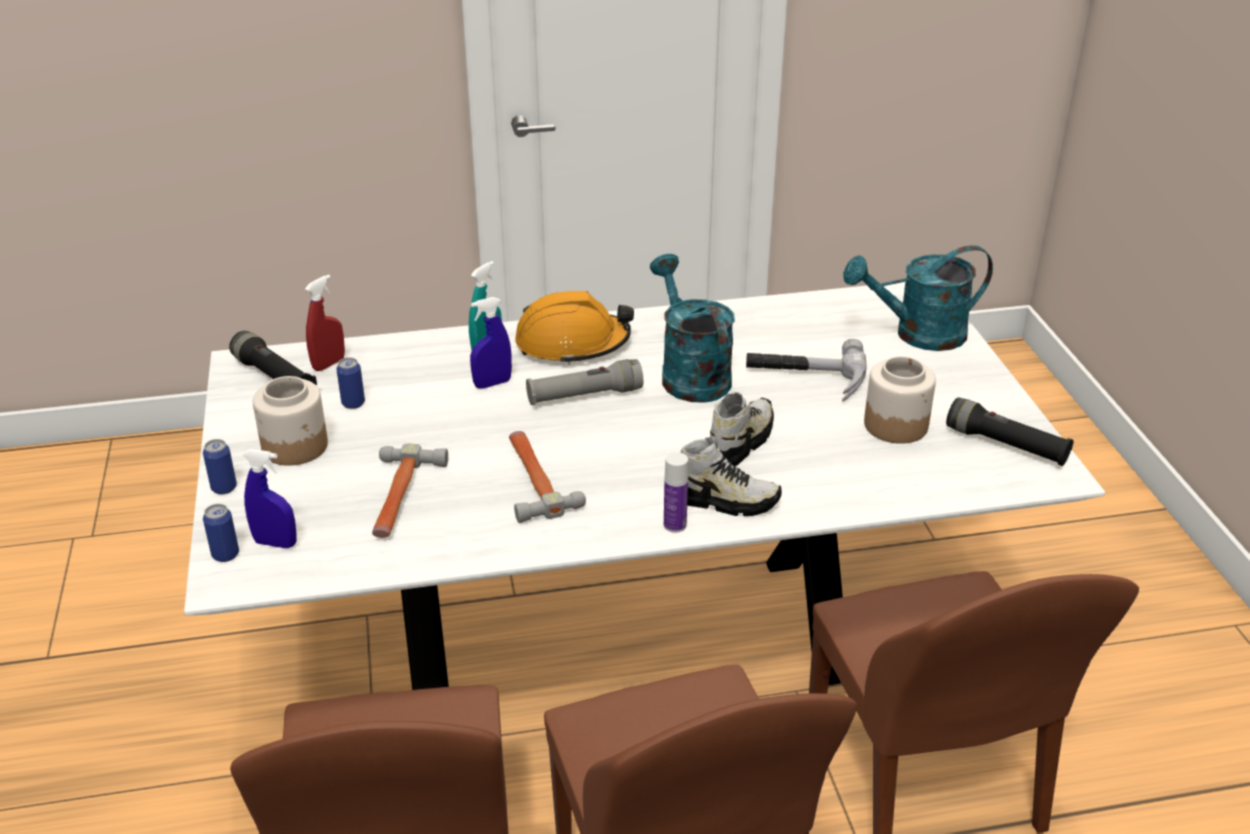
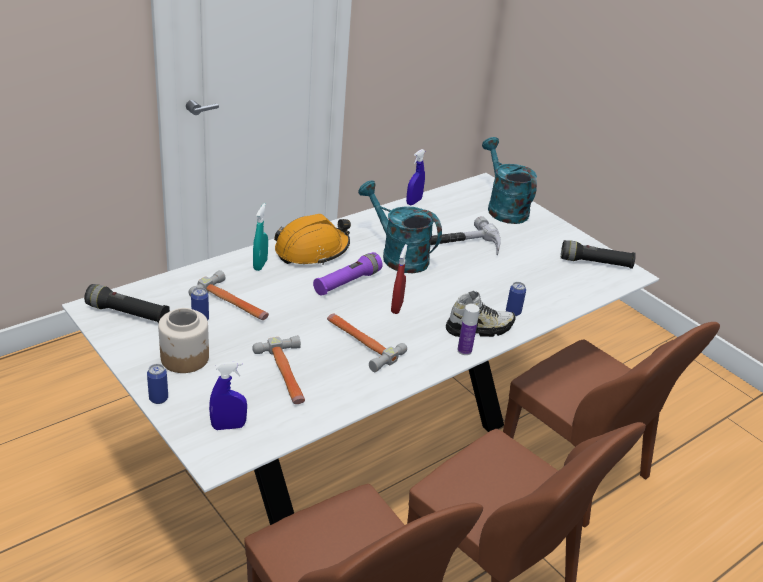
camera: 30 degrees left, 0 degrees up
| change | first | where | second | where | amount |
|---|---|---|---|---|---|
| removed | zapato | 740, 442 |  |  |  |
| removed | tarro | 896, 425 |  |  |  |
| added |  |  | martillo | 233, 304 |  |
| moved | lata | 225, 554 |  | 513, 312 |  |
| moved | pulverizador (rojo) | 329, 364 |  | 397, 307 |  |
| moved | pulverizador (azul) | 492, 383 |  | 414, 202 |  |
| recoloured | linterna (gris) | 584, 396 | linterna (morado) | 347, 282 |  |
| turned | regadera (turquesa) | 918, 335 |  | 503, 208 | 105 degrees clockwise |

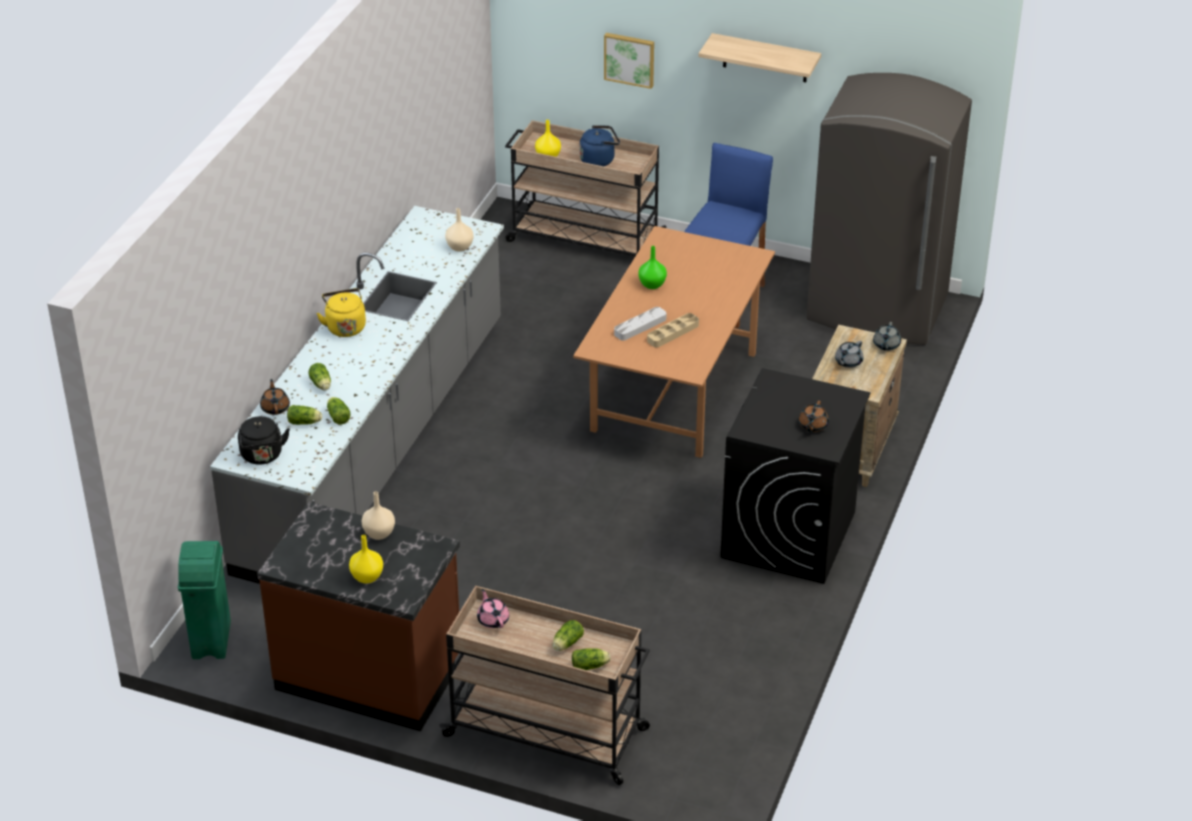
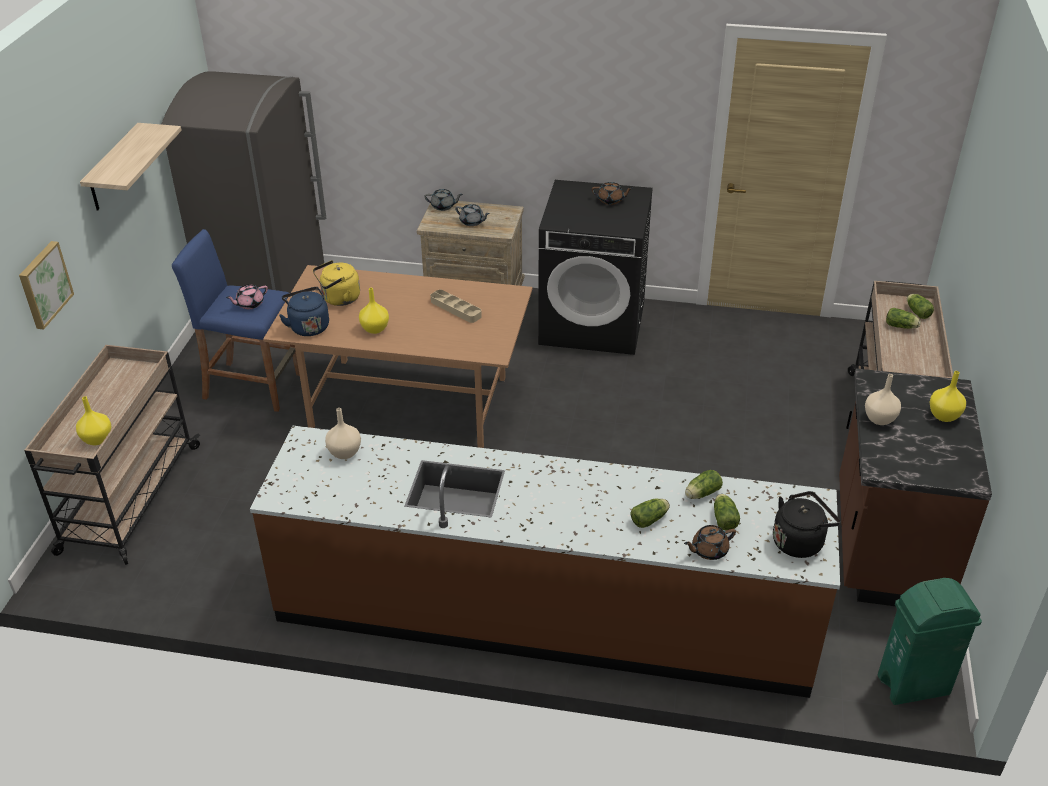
camera: 100 degrees left, 0 degrees up
| change | first | where | second | where | amount |
|---|---|---|---|---|---|
| removed | bandeja (gris) | 640, 326 |  |  |  |
| moved | hervidor (amarillo) | 345, 326 |  | 339, 299 |  |
| moved | tetera (rosa) | 493, 619 |  | 249, 304 |  |
| moved | hervidor (azul) | 599, 160 |  | 308, 326 |  |
| recoloured | mueble bajo de cocina (gris) | 375, 444 | mueble bajo de cocina (marrón) | 544, 612 |  |
| recoloured | florero (verde) | 651, 284 | florero (amarillo) | 374, 329 |  |

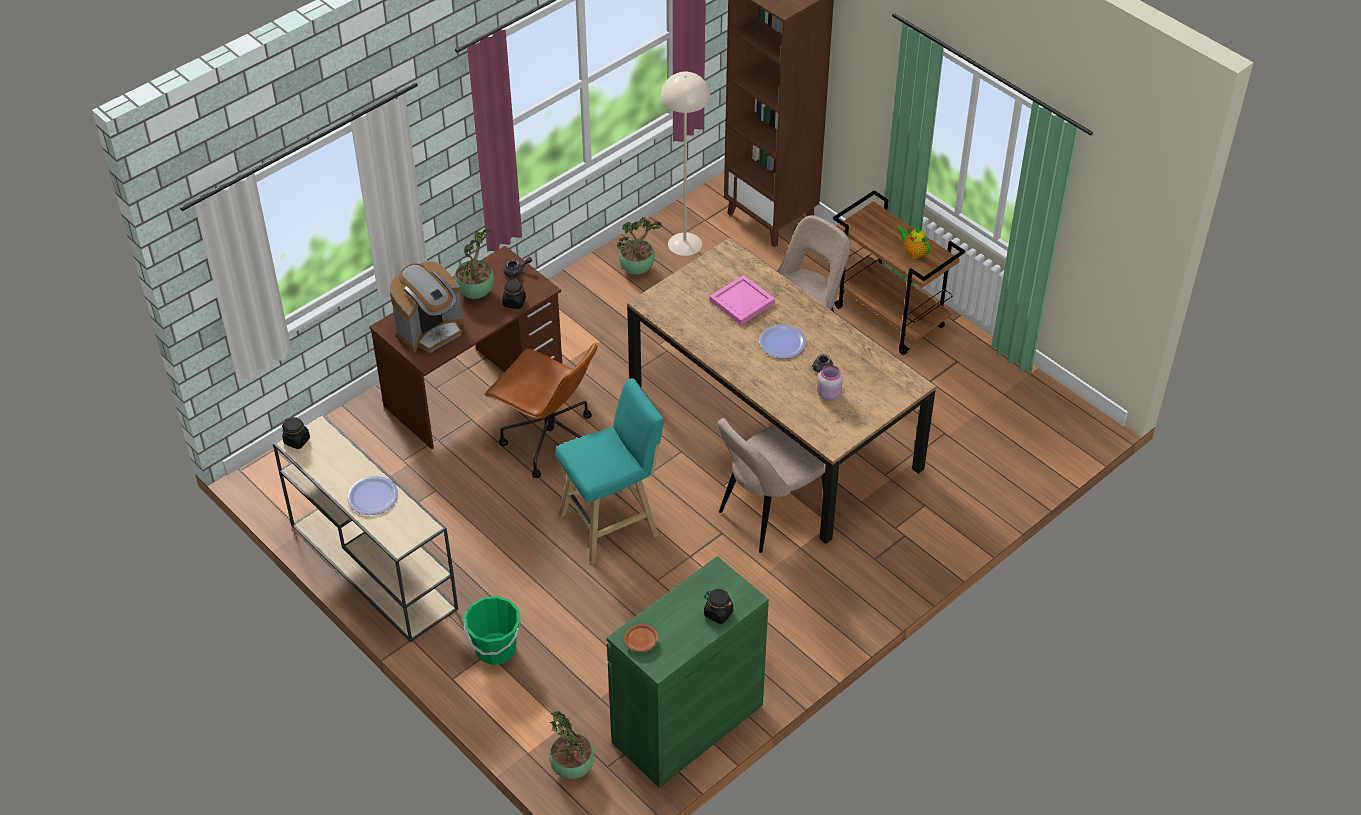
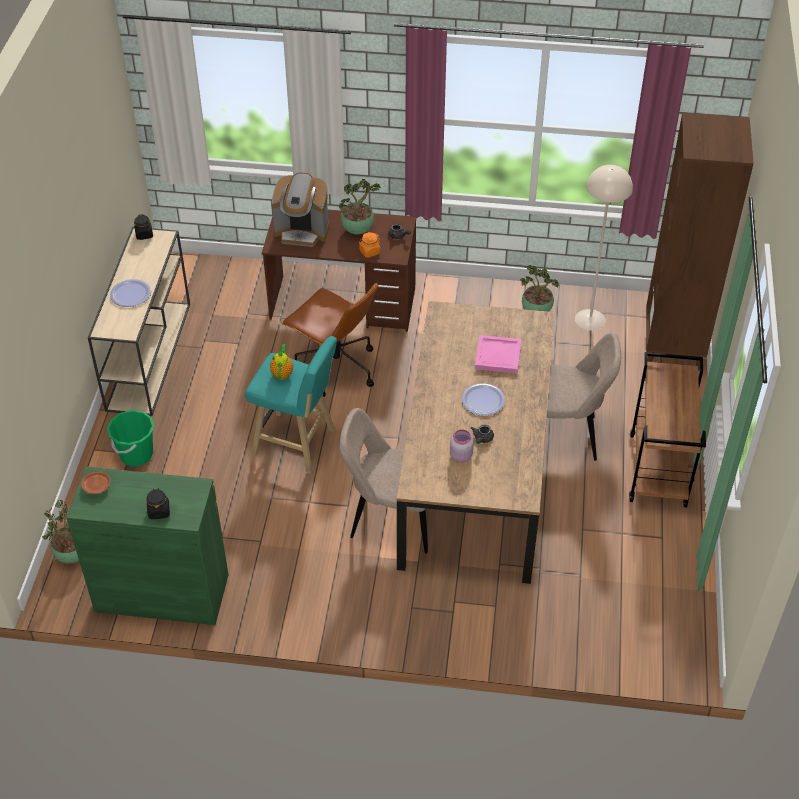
camera: 50 degrees right, 0 degrees up
| change | first | where | second | where | amount |
|---|---|---|---|---|---|
| moved | tetera | 913, 252 |  | 282, 373 |  |
| recoloured | tarro (negro) | 514, 302 | tarro (naranja) | 369, 252 |  |
| turned | silla de oficina (marrón) | 549, 441 |  | 335, 368 | 45 degrees counterclockwise |

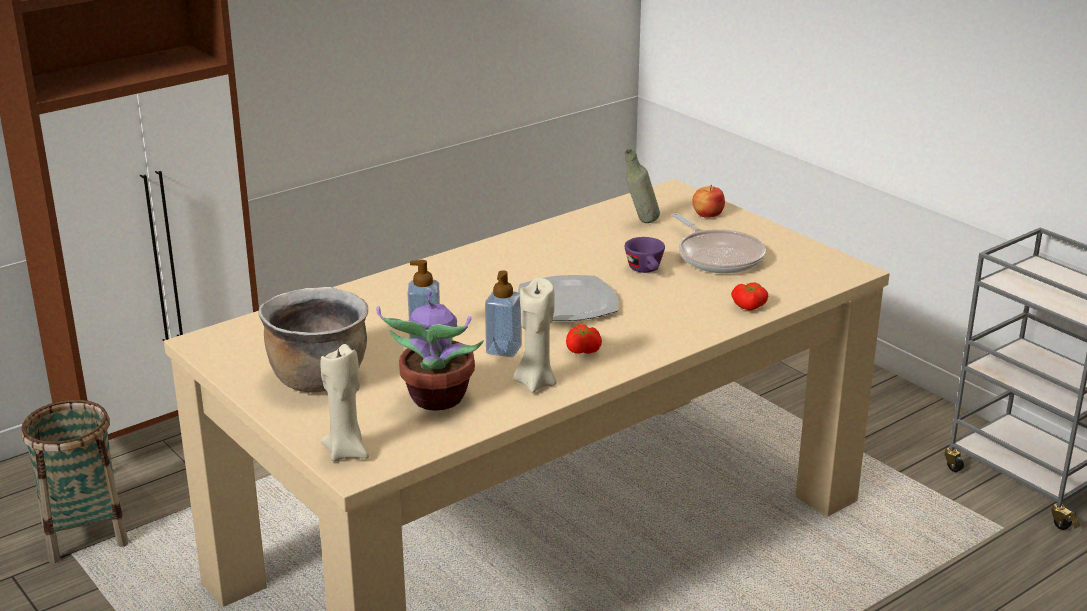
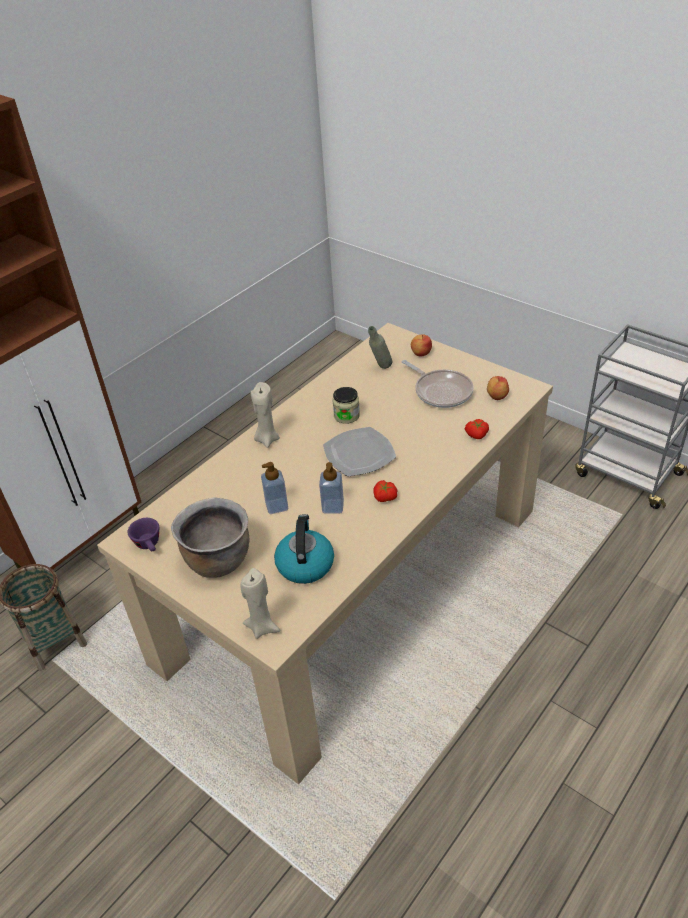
camera: 10 degrees left, 15 degrees up
| change | first | where | second | where | amount |
|---|---|---|---|---|---|
| added |  |  | tarro | 346, 415 |  |
| added |  |  | manzana | 496, 396 |  |
| moved | vela (beis) | 535, 383 |  | 267, 439 |  |
| moved | taza (morado) | 646, 270 |  | 149, 545 |  |
| replaced | planta en maceta | 436, 400 | hervidor | 305, 564 |  |

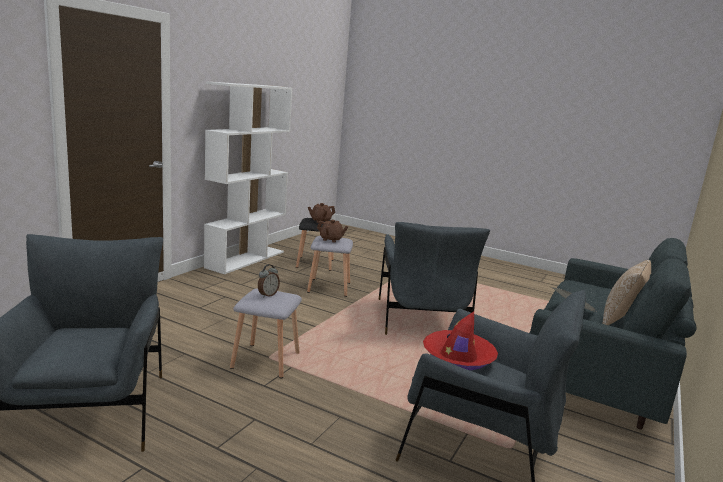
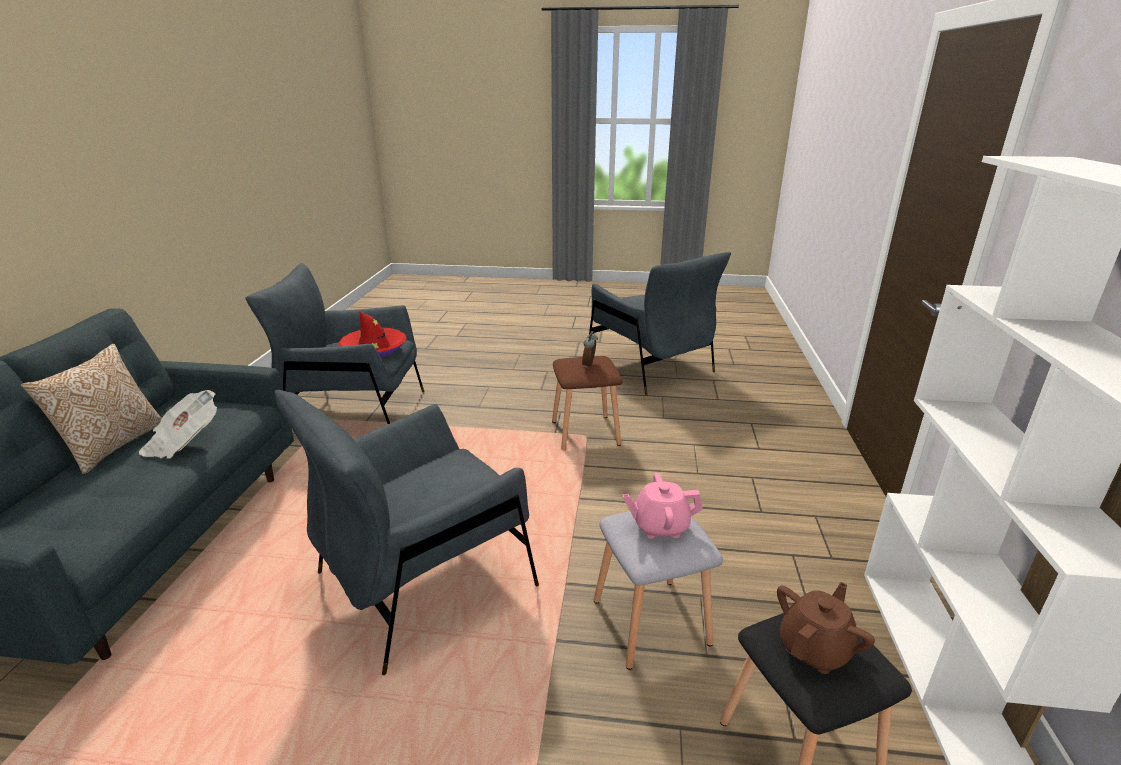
camera: 160 degrees right, 10 degrees up
| change | first | where | second | where | amount |
|---|---|---|---|---|---|
| recoloured | taburete (gris) | 265, 360 | taburete (marrón) | 586, 433 |  |
| recoloured | tetera (marrón) | 331, 239 | tetera (rosa) | 660, 526 |  |
| turned | sillón (gris) | 421, 319 |  | 424, 581 | 105 degrees counterclockwise |

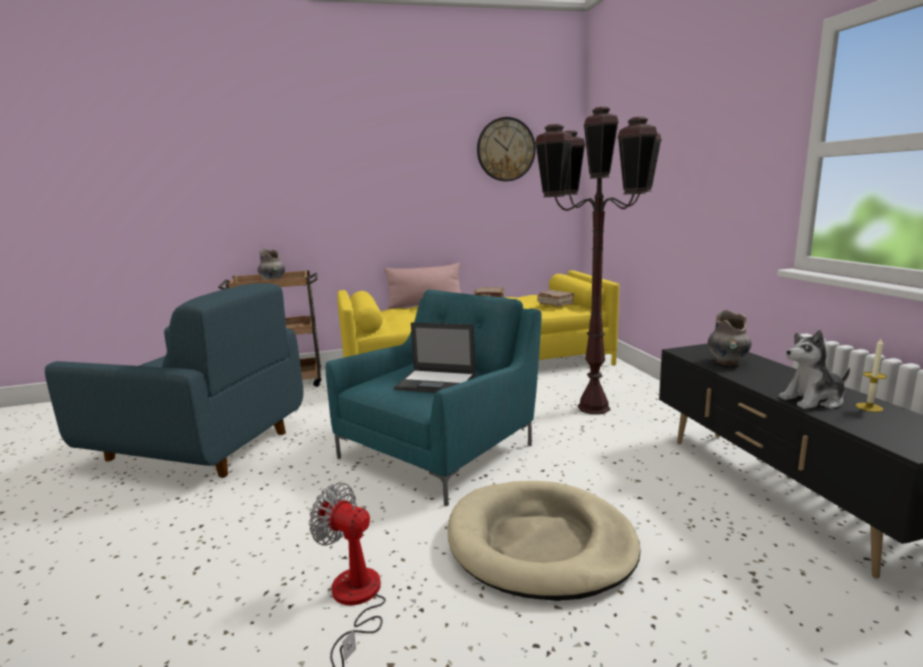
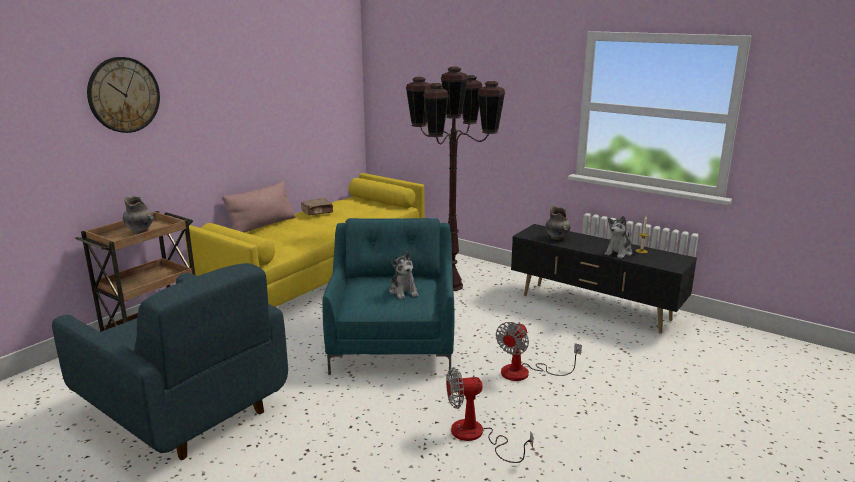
camera: 40 degrees left, 5 degrees up
| change | first | where | second | where | amount |
|---|---|---|---|---|---|
| removed | libro (marrón) | 555, 304 |  |  |  |
| moved | reloj de pared | 506, 149 |  | 123, 95 |  |
| replaced | portátil | 437, 382 | peluche | 403, 292 |  |
| replaced | cama para perro (beis) | 540, 544 | ventilador | 525, 372 |  |
| turned | sillón (azul) | 200, 446 |  | 184, 409 | 60 degrees clockwise |

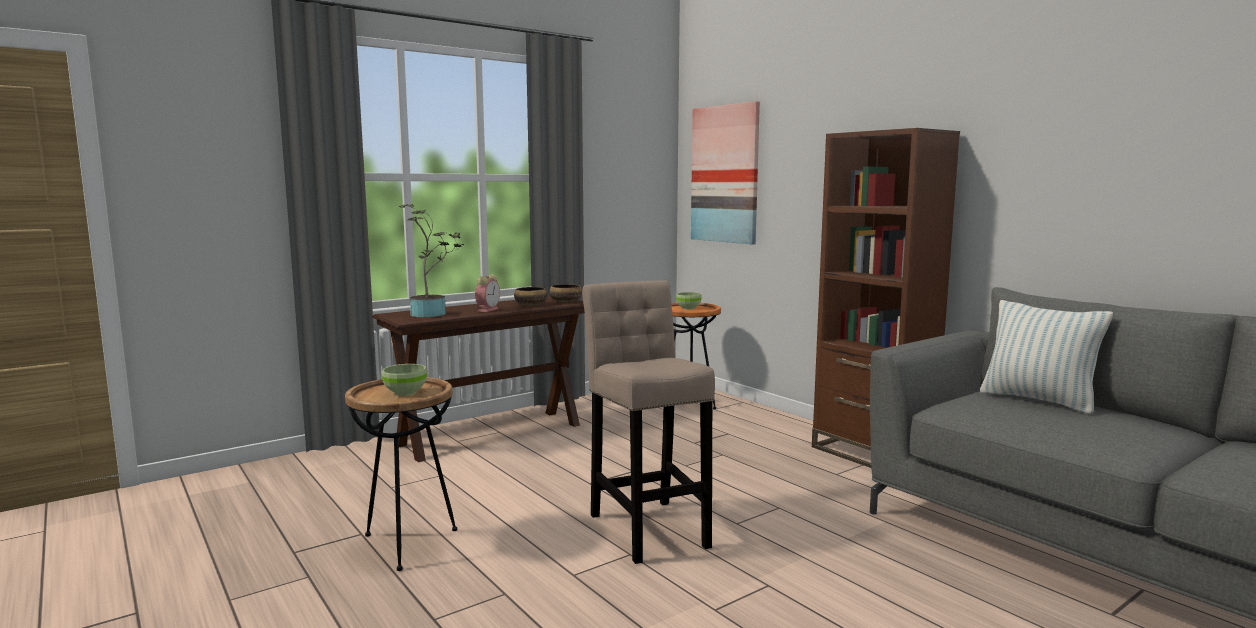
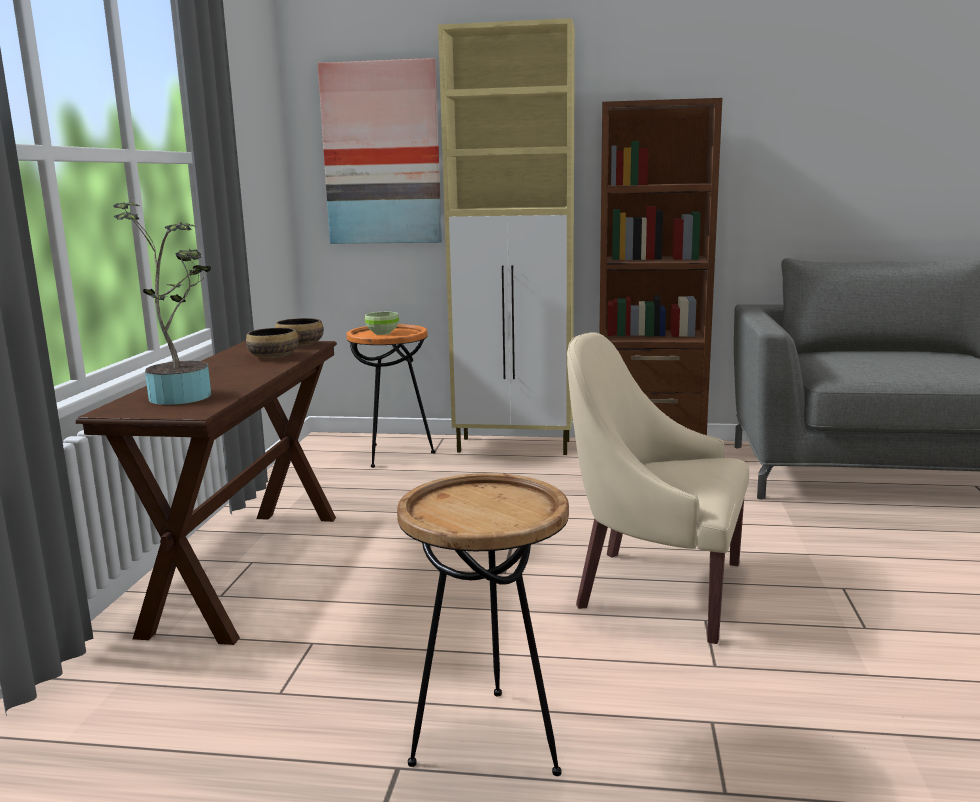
camera: 45 degrees left, 5 degrees up
| change | first | where | second | where | amount |
|---|---|---|---|---|---|
| removed | cuenco (verde) | 404, 393 |  |  |  |
| removed | despertador | 488, 309 |  |  |  |
| removed | cojín | 1038, 400 |  |  |  |
| added |  |  | armario (beis) | 515, 446 |  |
| replaced | taburete (beis) | 647, 527 | sillón (beis) | 656, 588 |  |

